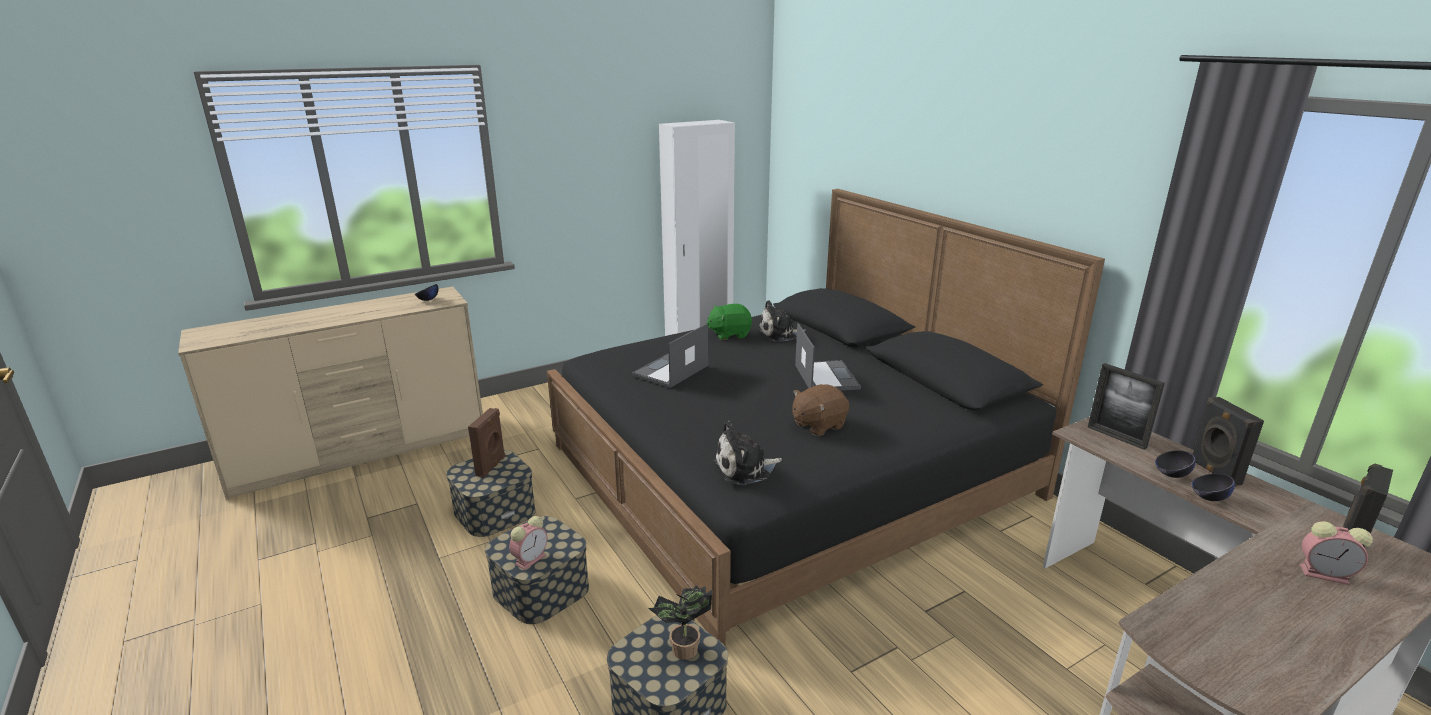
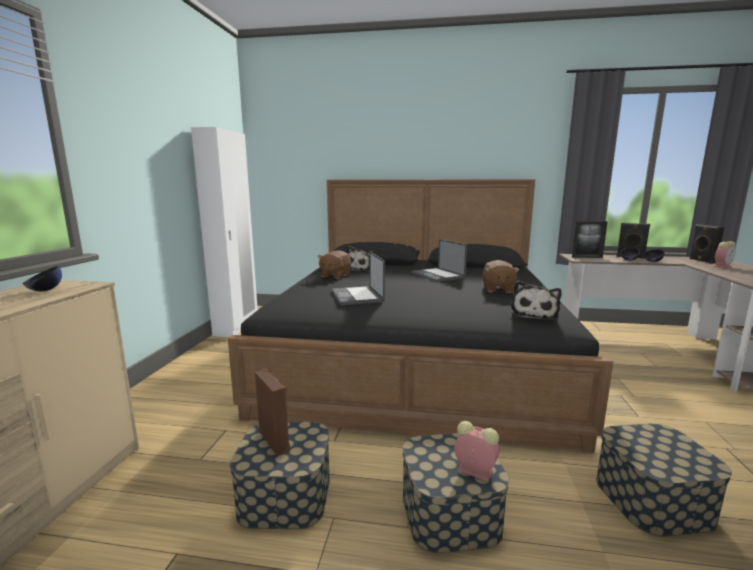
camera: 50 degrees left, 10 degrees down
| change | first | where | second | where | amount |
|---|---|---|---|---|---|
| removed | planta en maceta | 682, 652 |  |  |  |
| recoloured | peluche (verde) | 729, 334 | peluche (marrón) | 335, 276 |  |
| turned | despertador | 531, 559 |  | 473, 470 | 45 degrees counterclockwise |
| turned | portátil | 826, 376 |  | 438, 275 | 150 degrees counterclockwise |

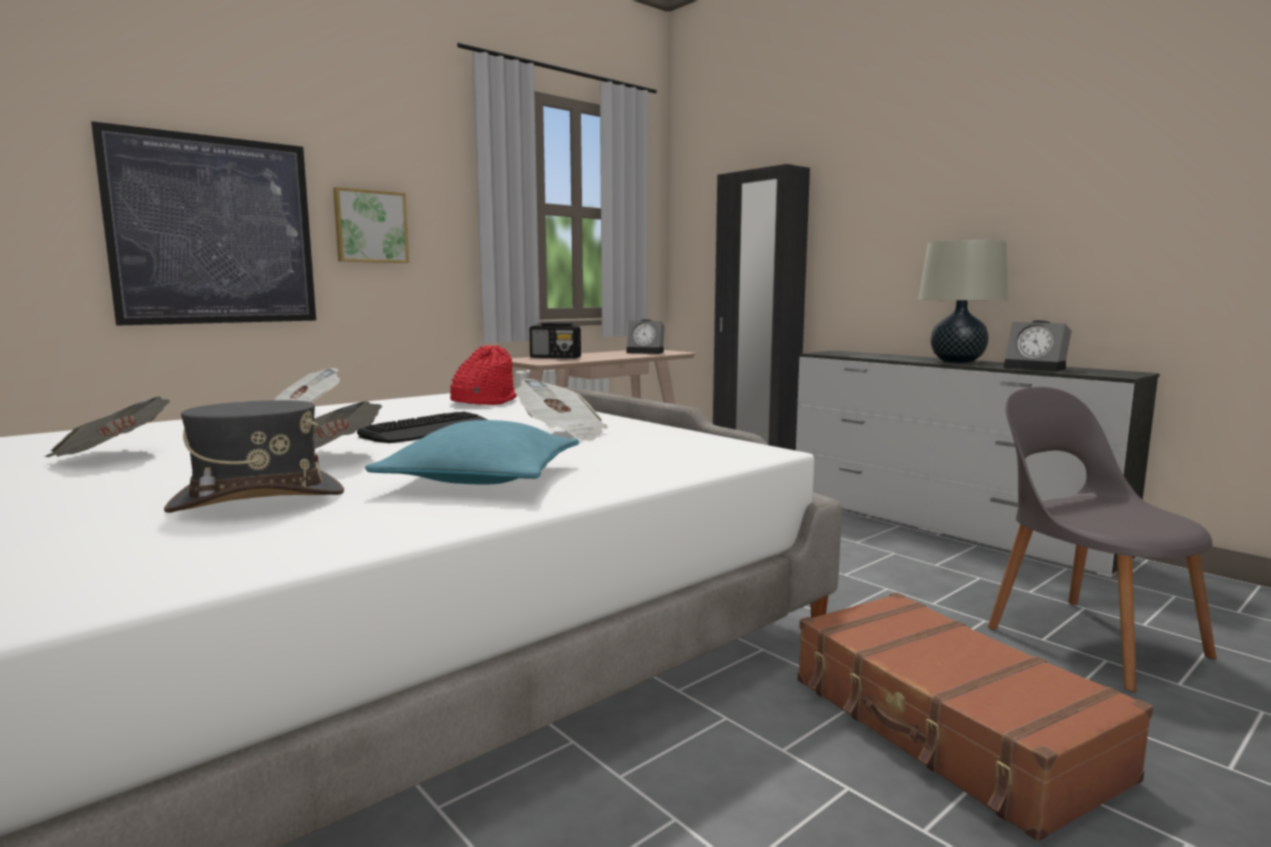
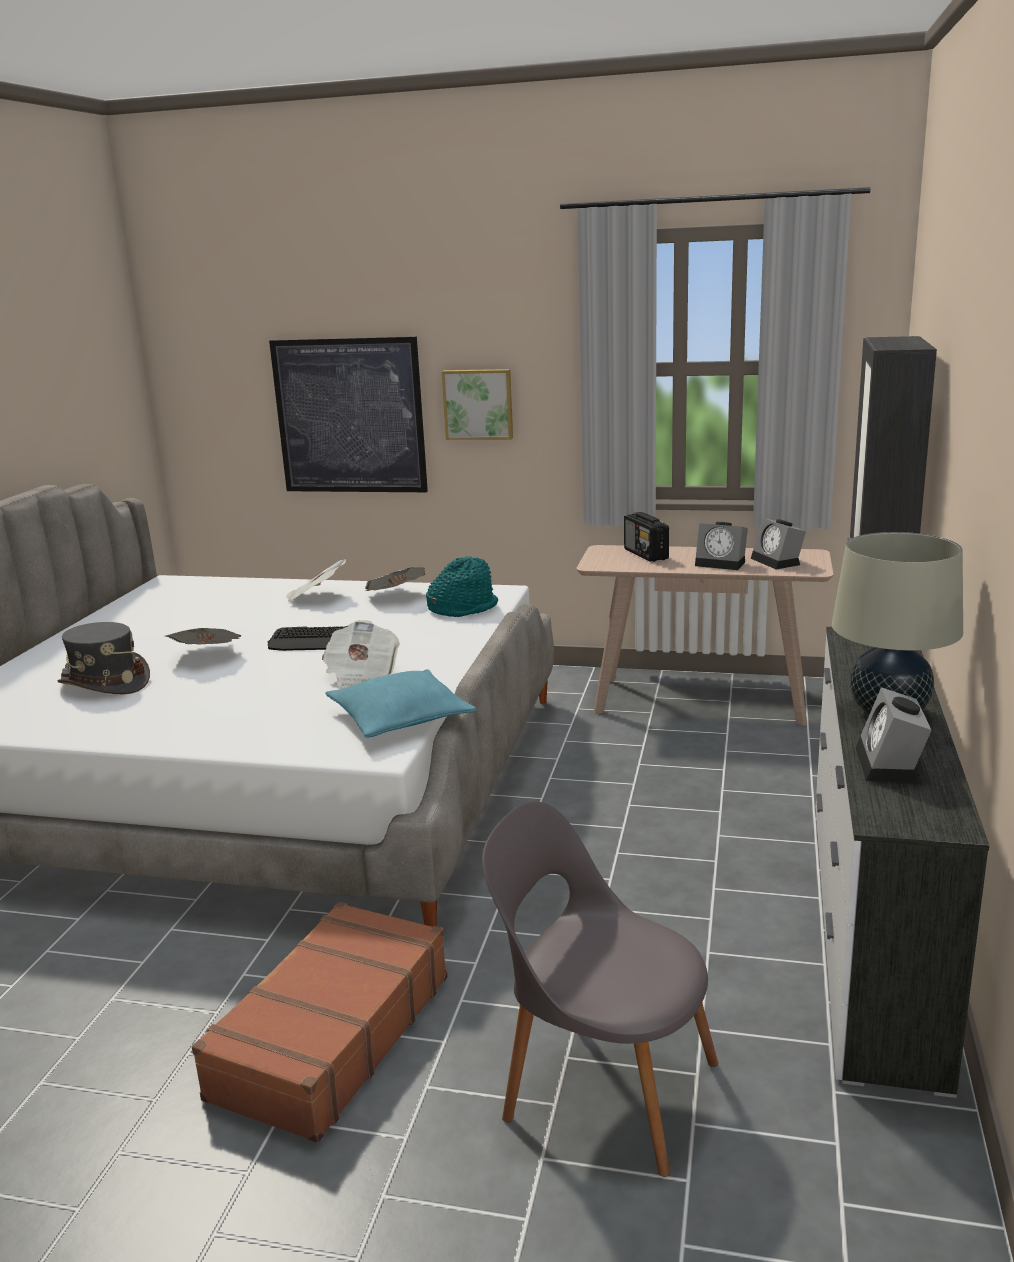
camera: 55 degrees right, 10 degrees up
| change | first | where | second | where | amount |
|---|---|---|---|---|---|
| added |  |  | despertador | 722, 563 |  |
| moved | periódico | 113, 456 |  | 396, 596 |  |
| moved | cojín (turquesa) | 481, 479 |  | 400, 718 |  |
| recoloured | sombrero (rojo) | 484, 401 | sombrero (turquesa) | 463, 608 |  |
| turned | silla (gris) | 1088, 638 |  | 603, 1086 | 90 degrees counterclockwise |

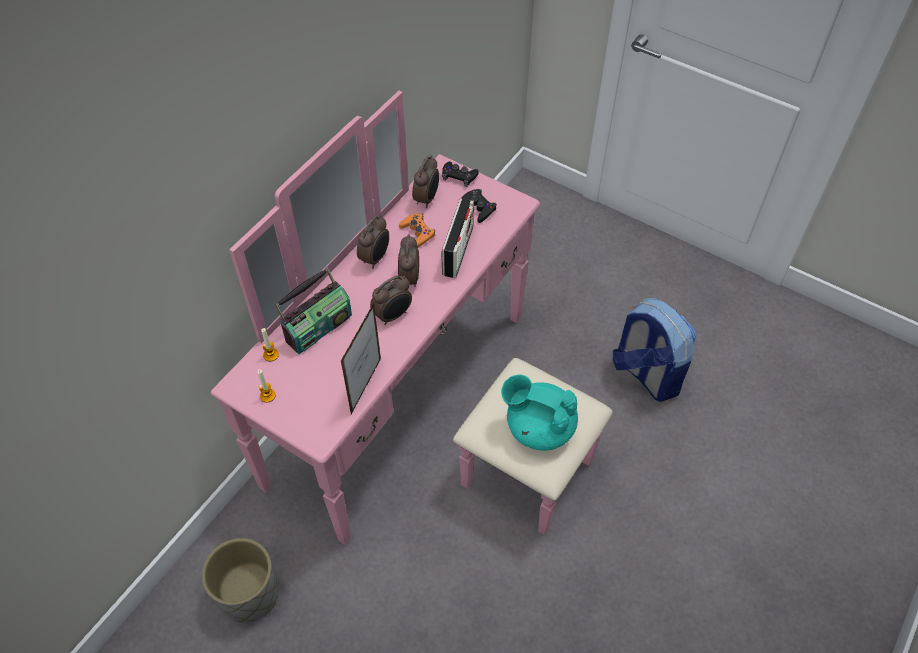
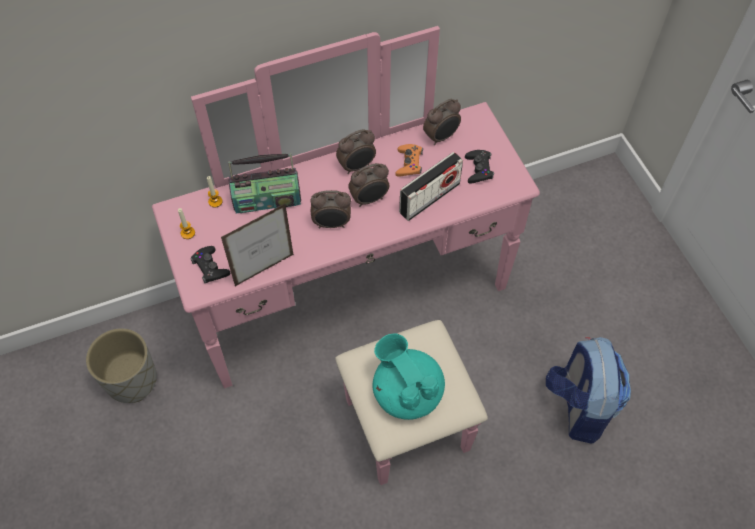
camera: 35 degrees right, 5 degrees up
| change | first | where | second | where | amount |
|---|---|---|---|---|---|
| moved | mando de consola (negro) | 459, 176 |  | 210, 267 |  |
| turned | despertador | 409, 279 |  | 369, 199 | 150 degrees counterclockwise |

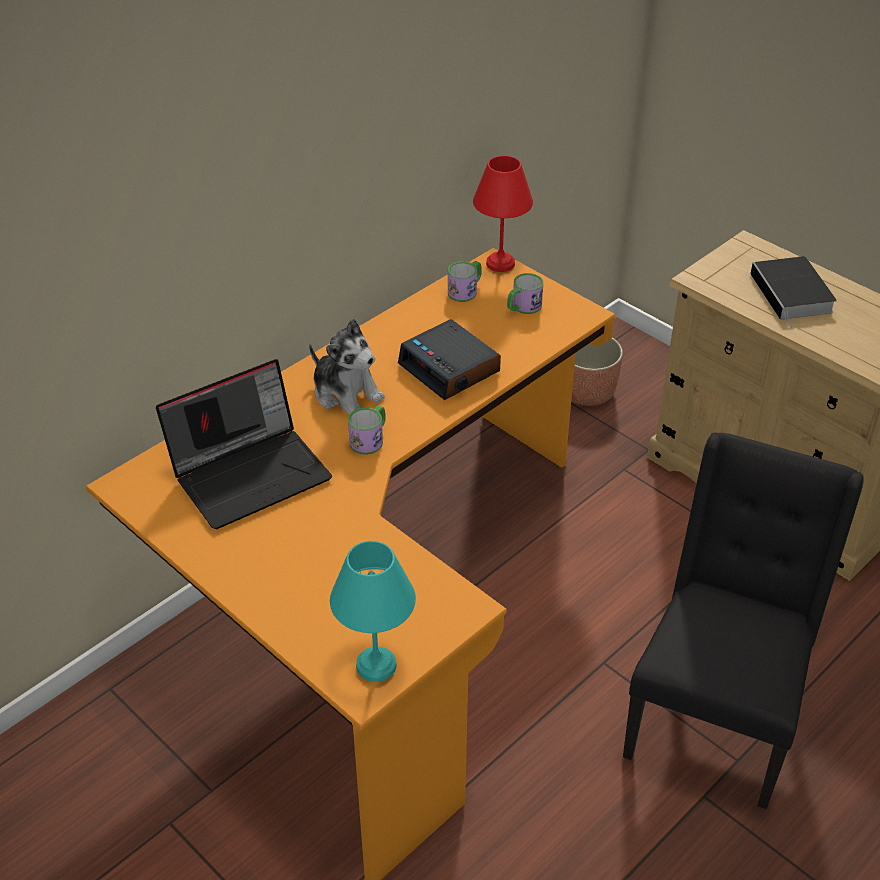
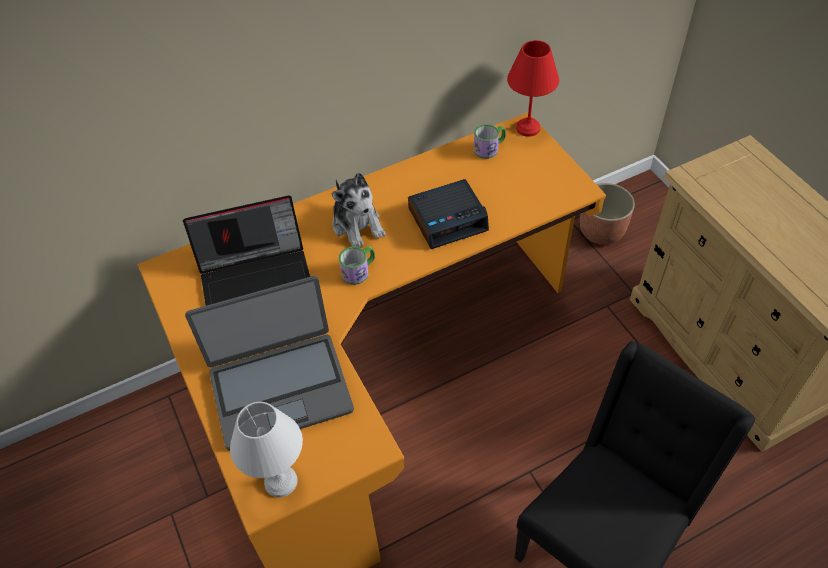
camera: 20 degrees right, 10 degrees up
| change | first | where | second | where | amount |
|---|---|---|---|---|---|
| removed | taza grande | 523, 307 |  |  |  |
| removed | libro | 793, 295 |  |  |  |
| added |  |  | portátil | 280, 389 |  |
| recoloured | lámpara de mesa (turquesa) | 376, 667 | lámpara de mesa (blanco) | 280, 483 |  |
| turned | despertador | 450, 368 |  | 448, 219 | 90 degrees counterclockwise |

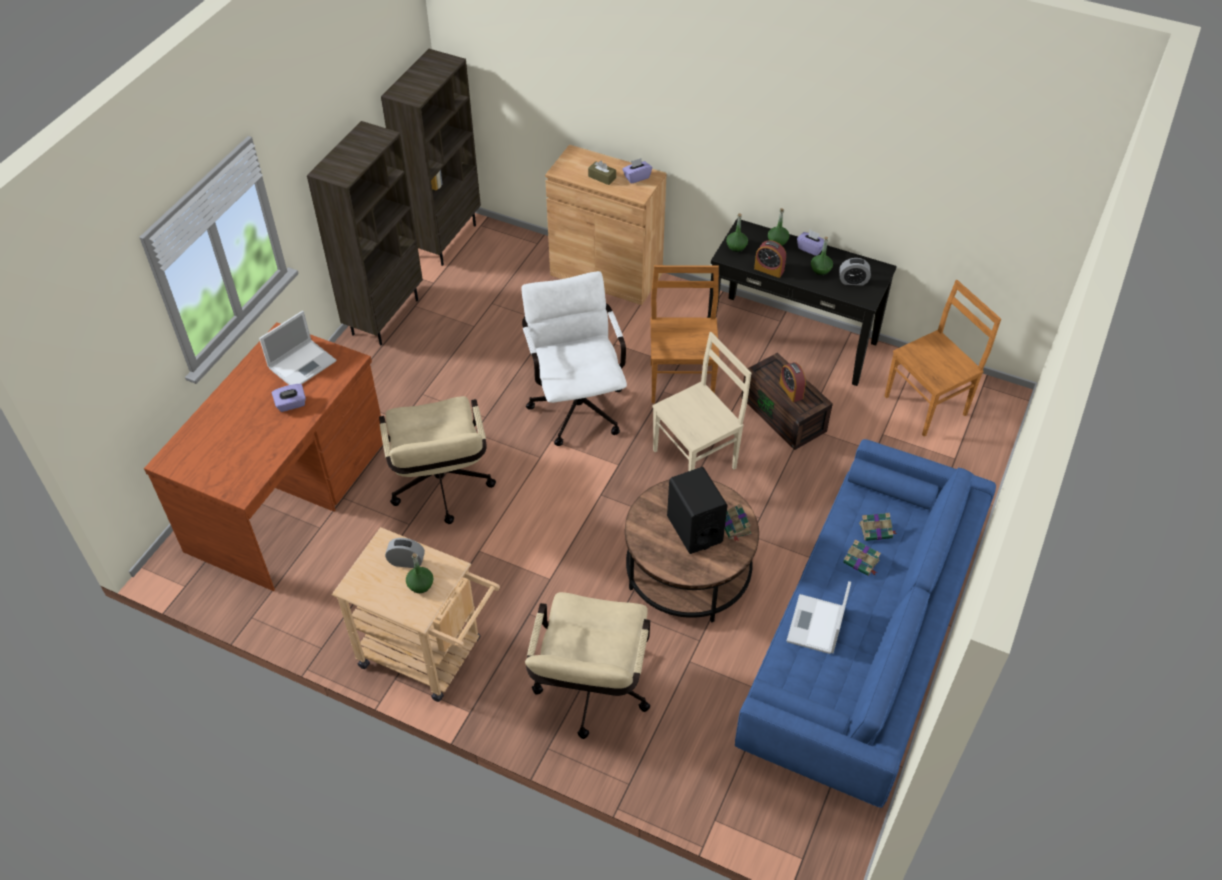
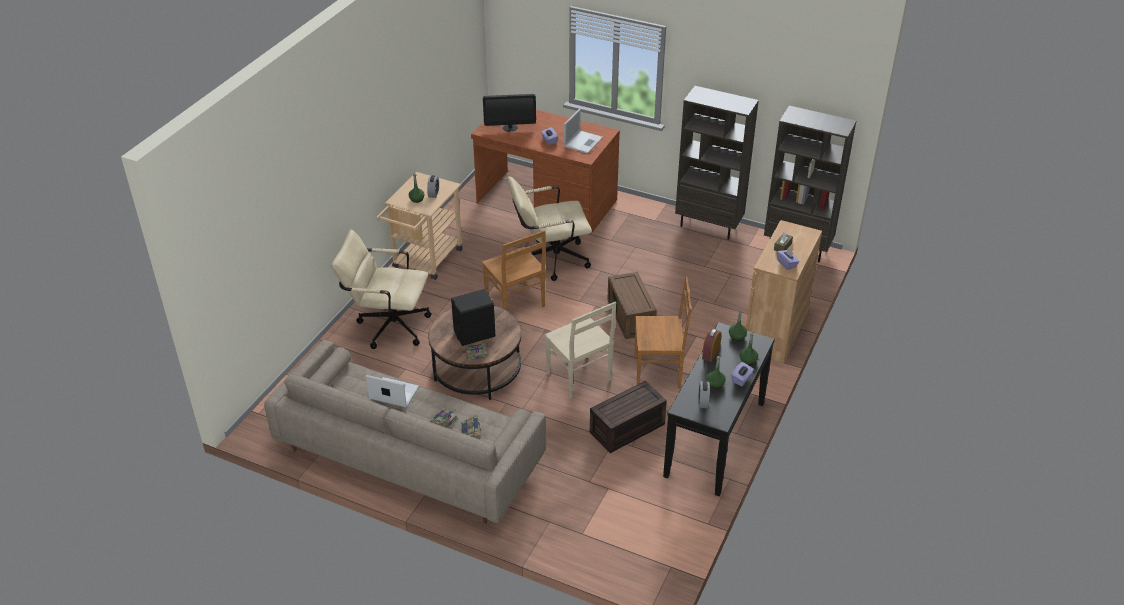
camera: 90 degrees right, 10 degrees down
| change | first | where | second | where | amount |
|---|---|---|---|---|---|
| removed | despertador | 791, 390 |  |  |  |
| added |  |  | monitor | 510, 128 |  |
| moved | silla (marrón) | 927, 404 |  | 515, 304 |  |
| replaced | silla de oficina (blanco) | 576, 403 | caja de almacenaje (marrón) | 632, 317 |  |
| recoloured | sofá (azul) | 861, 639 | sofá (beis) | 410, 455 |  |
| turned | portátil | 303, 363 |  | 583, 142 | 105 degrees counterclockwise |

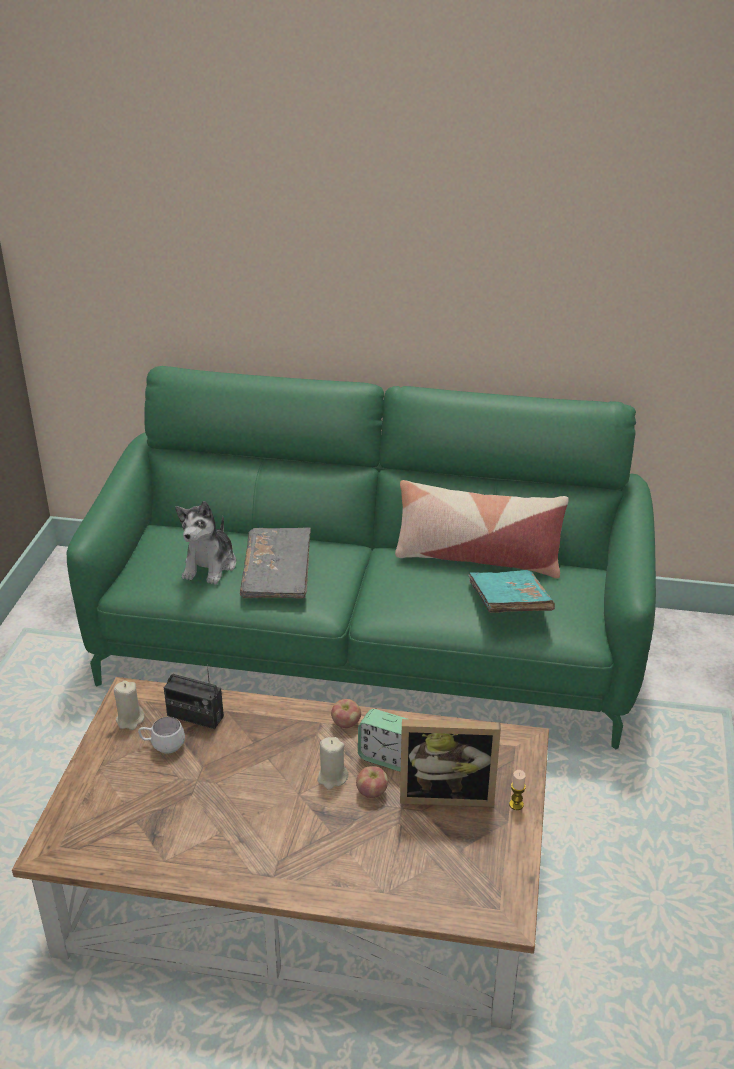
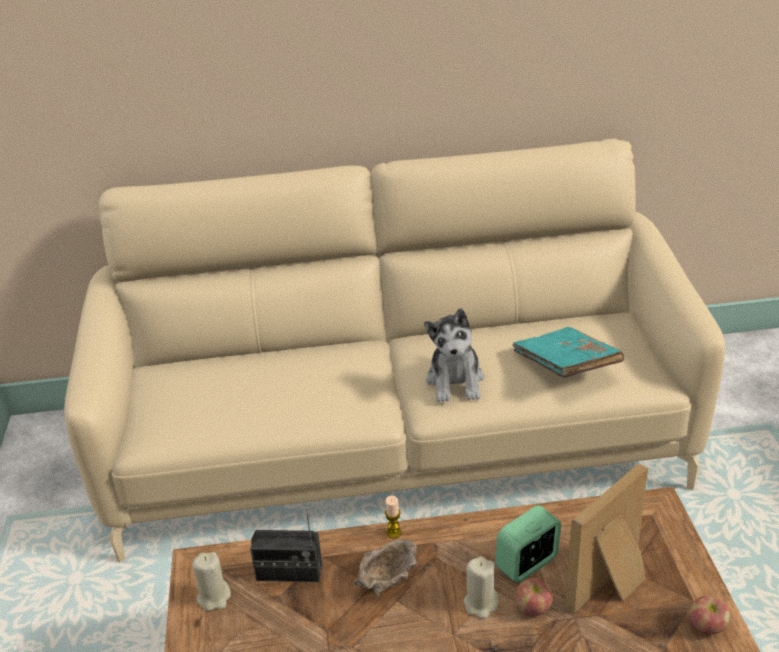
camera: 15 degrees left, 0 degrees up
| change | first | where | second | where | amount |
|---|---|---|---|---|---|
| removed | taza grande (blanco) | 162, 746 |  |  |  |
| removed | libro (gris) | 277, 575 |  |  |  |
| removed | cojín | 477, 557 |  |  |  |
| added |  |  | cuenco (beis) | 387, 581 |  |
| moved | peluche | 210, 566 |  | 456, 381 |  |
| moved | manzana | 346, 724 |  | 707, 626 |  |
| moved | vela | 516, 804 |  | 394, 532 |  |
| recoloured | sofá (verde) | 367, 648 | sofá (beis) | 397, 447 |  |
| turned | despertador | 387, 758 |  | 527, 564 | 135 degrees clockwise |
| turned | portarretratos | 446, 793 |  | 612, 587 | 150 degrees clockwise |

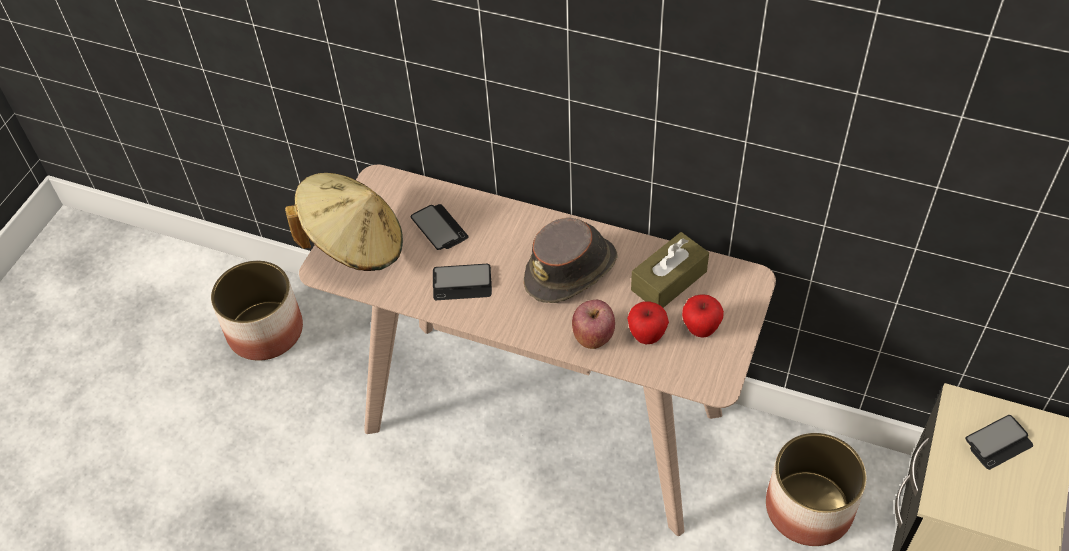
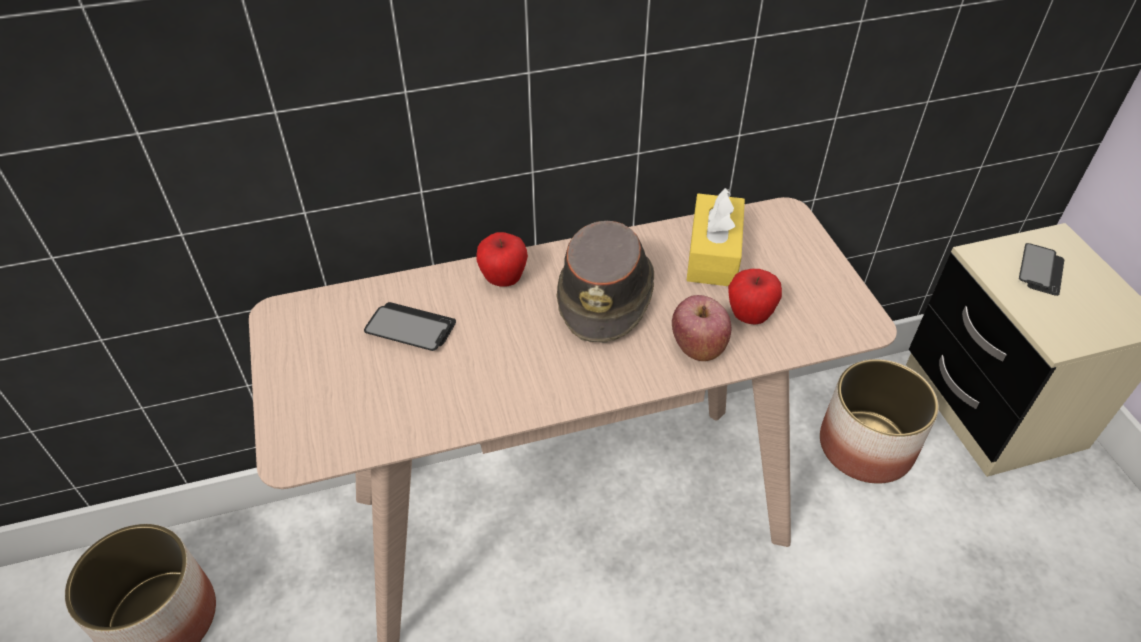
camera: 40 degrees left, 5 degrees down
| change | first | where | second | where | amount |
|---|---|---|---|---|---|
| removed | sombrero (beis) | 355, 245 |  |  |  |
| removed | móvil | 462, 283 |  |  |  |
| moved | manzana | 700, 329 |  | 503, 280 |  |
| recoloured | caja de pañuelos (marrón) | 669, 281 | caja de pañuelos (amarillo) | 713, 254 |  |

